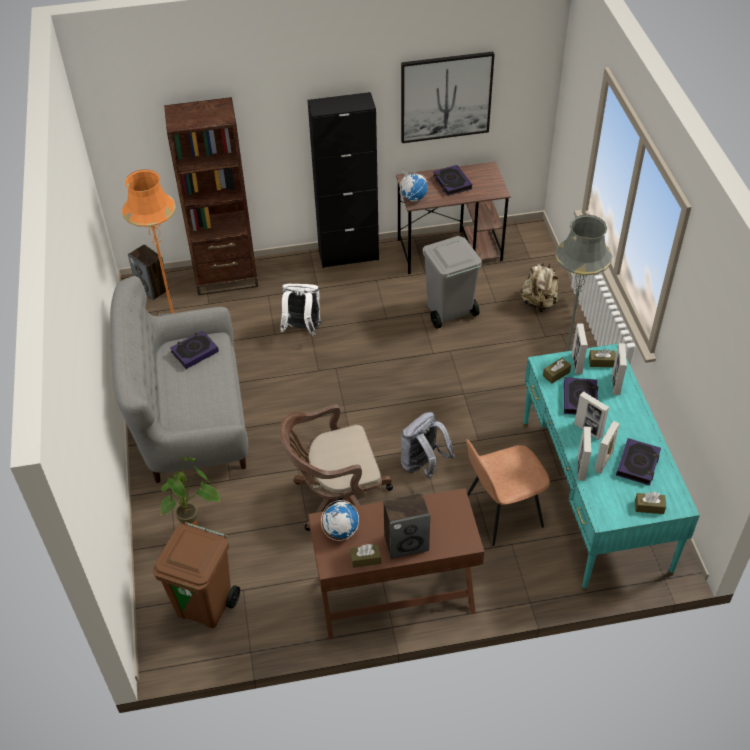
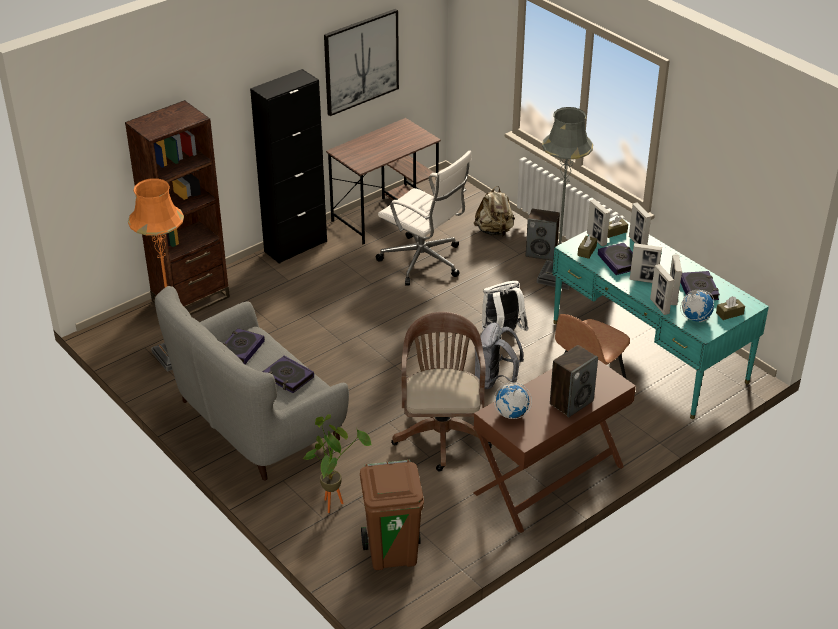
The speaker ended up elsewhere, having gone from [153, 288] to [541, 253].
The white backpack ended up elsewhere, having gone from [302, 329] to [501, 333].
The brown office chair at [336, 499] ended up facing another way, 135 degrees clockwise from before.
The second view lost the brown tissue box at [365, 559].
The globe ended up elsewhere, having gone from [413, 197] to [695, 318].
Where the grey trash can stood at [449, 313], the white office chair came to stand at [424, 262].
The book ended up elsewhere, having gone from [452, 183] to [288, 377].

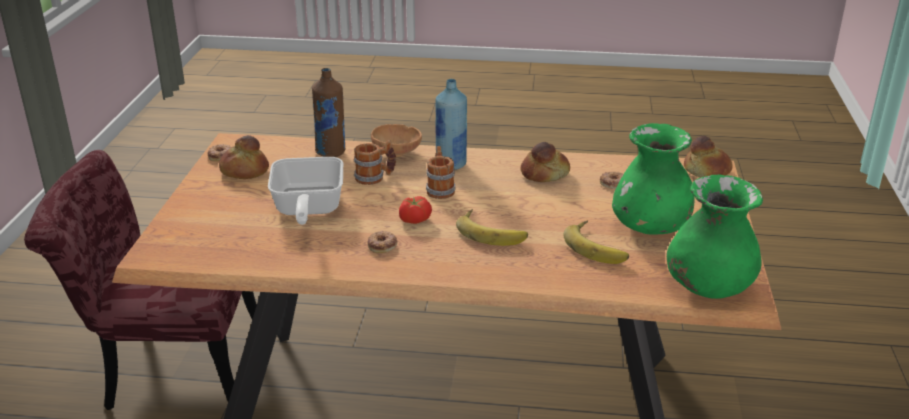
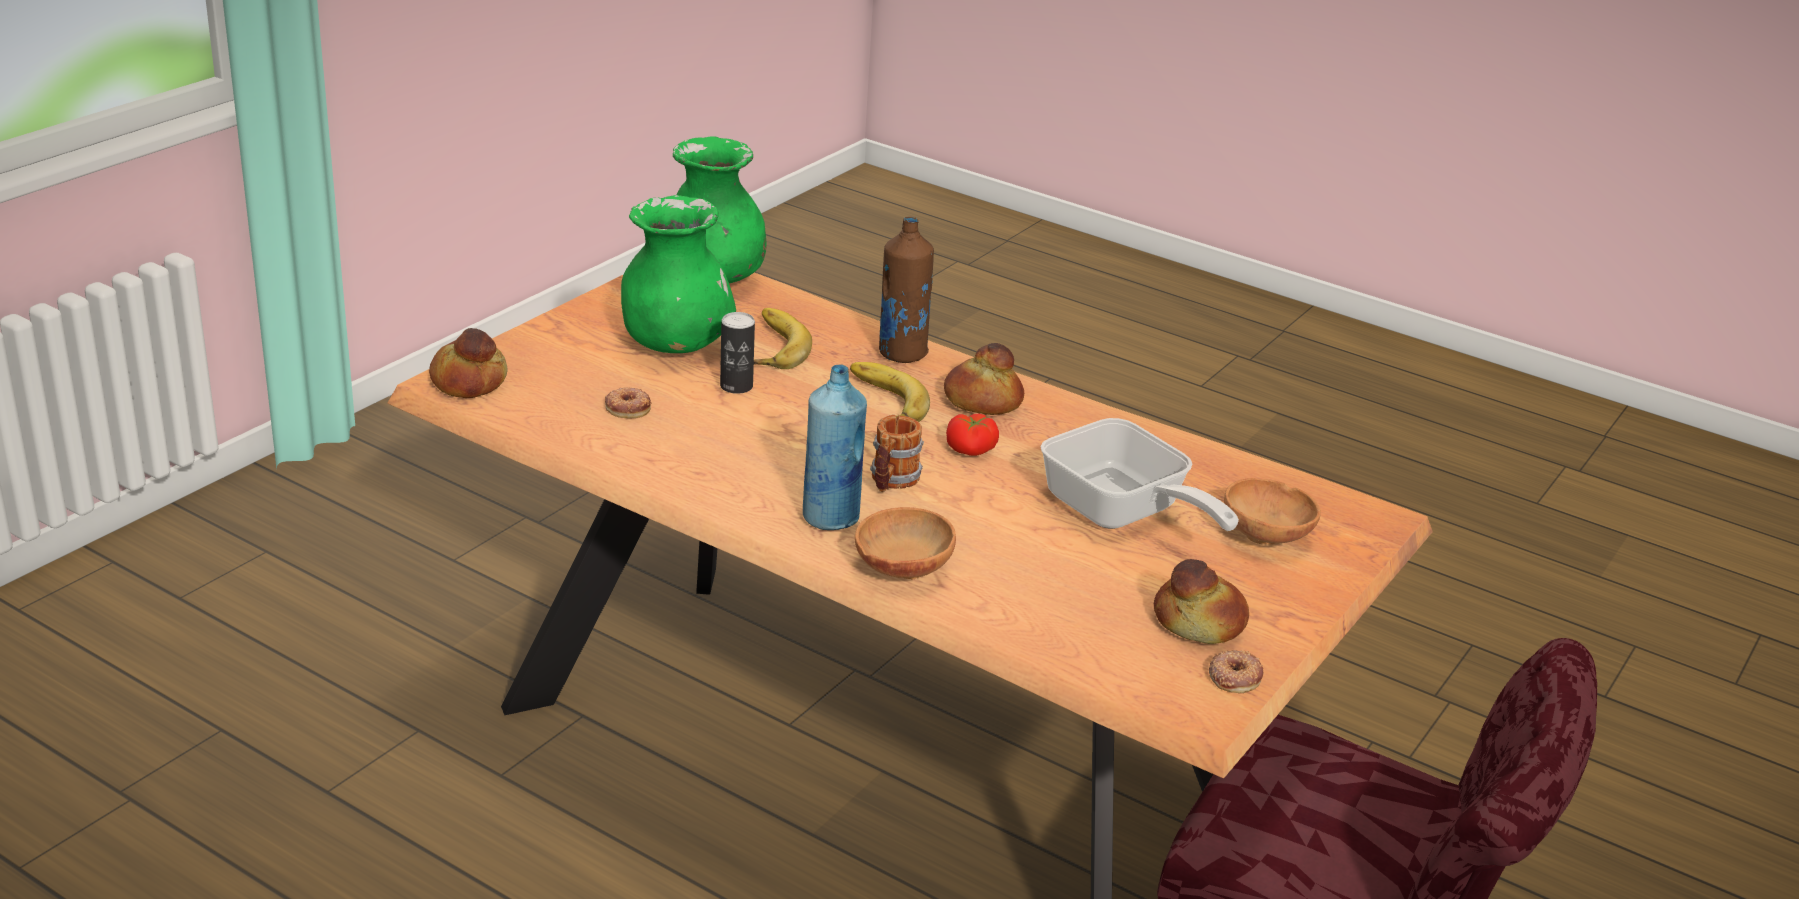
The frying pan at [307, 210] ended up facing another way, 120 degrees clockwise from before.
The brown bottle ended up elsewhere, having gone from [331, 152] to [902, 353].
The second view lost the mug at [375, 177].
The second view lost the donut at [382, 245].
The bread ended up elsewhere, having gone from [545, 174] to [982, 401].
The second view gained the can at [736, 386].
The second view gained the brown bowl at [1268, 537].

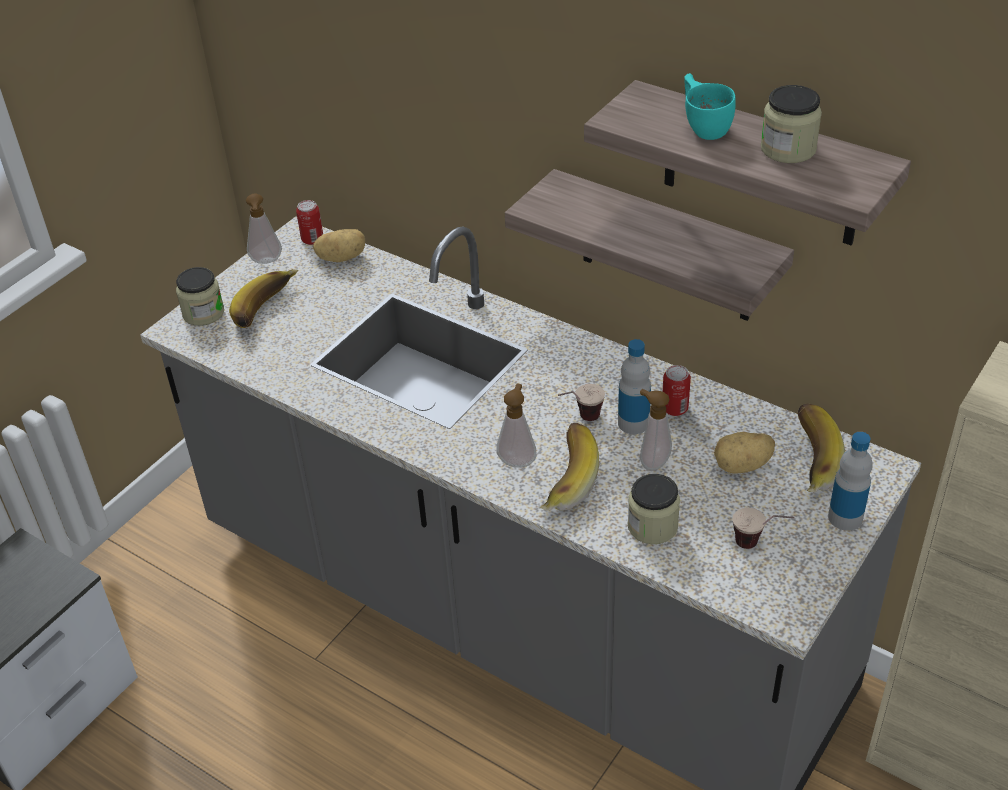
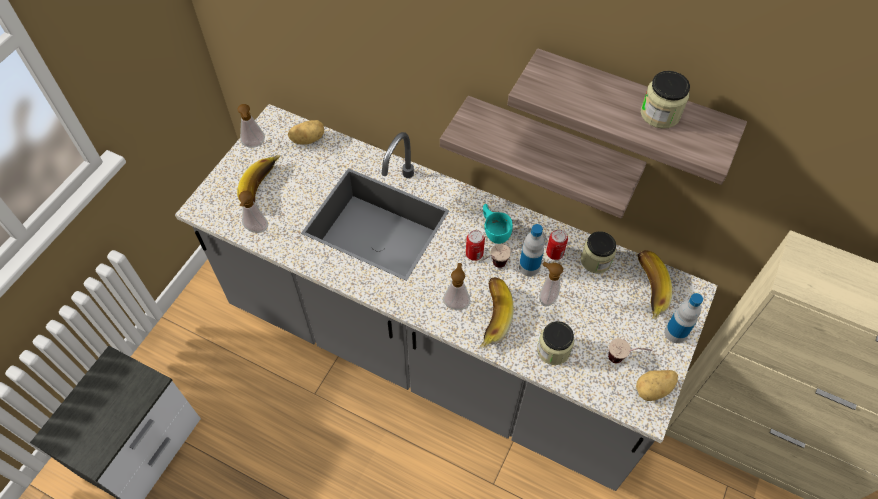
The jar ended up elsewhere, having gone from [203, 313] to [595, 260].
The can ended up elsewhere, having gone from [312, 239] to [474, 254].
The turquoise cup ended up elsewhere, having gone from [704, 125] to [494, 231].
The potato ended up elsewhere, having gone from [742, 466] to [653, 390].
The second view gained the soap dispenser at [256, 230].

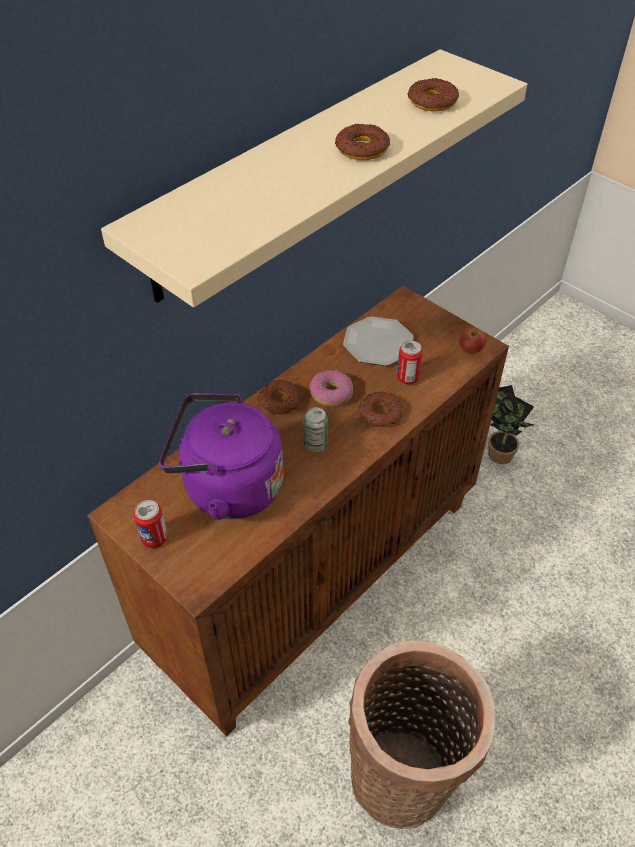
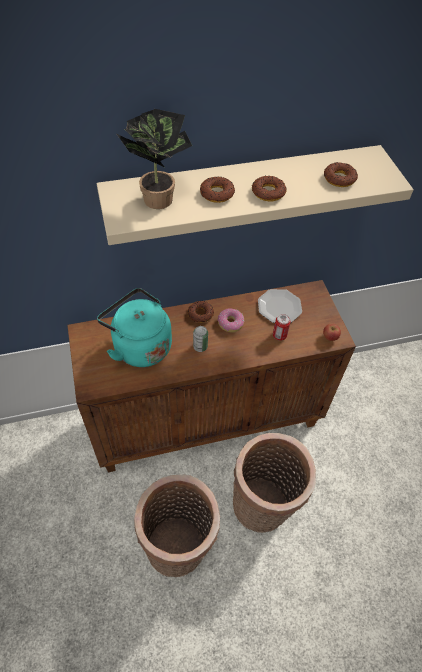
The second view lost the can at [154, 538].
What was the purple kettle at [227, 487] turned into the turquoise kettle at [139, 346].
The donut ended up elsewhere, having gone from [380, 414] to [216, 193].
The potted plant ended up elsewhere, having gone from [497, 452] to [158, 196].
The second view gained the basket at [263, 507].

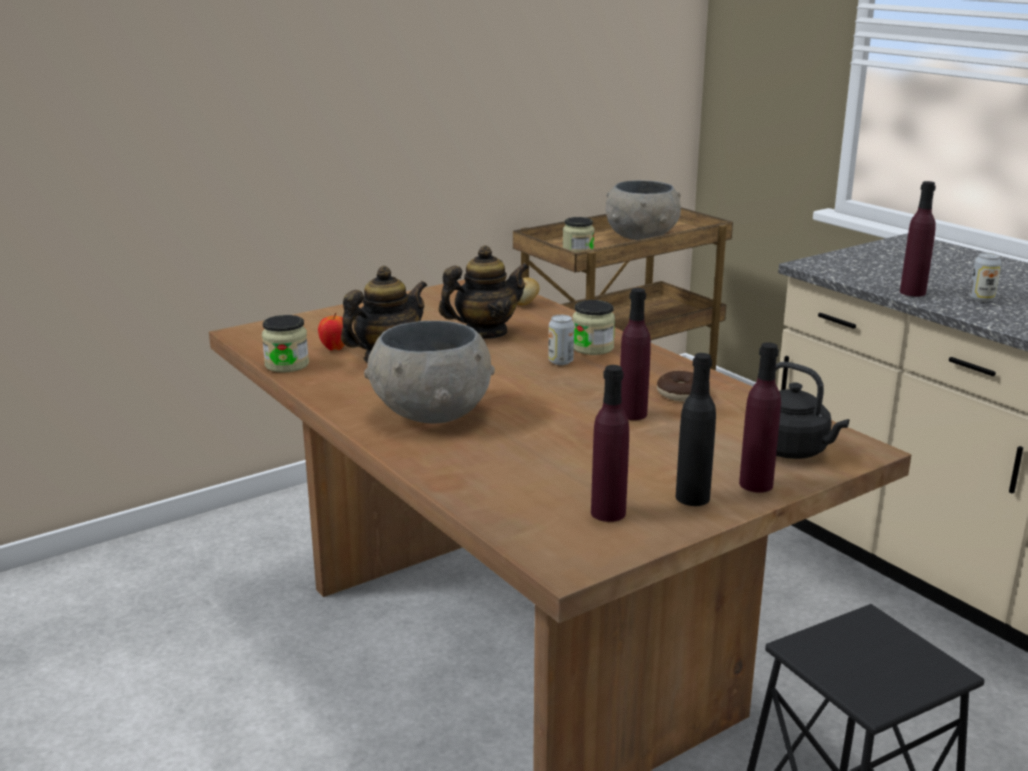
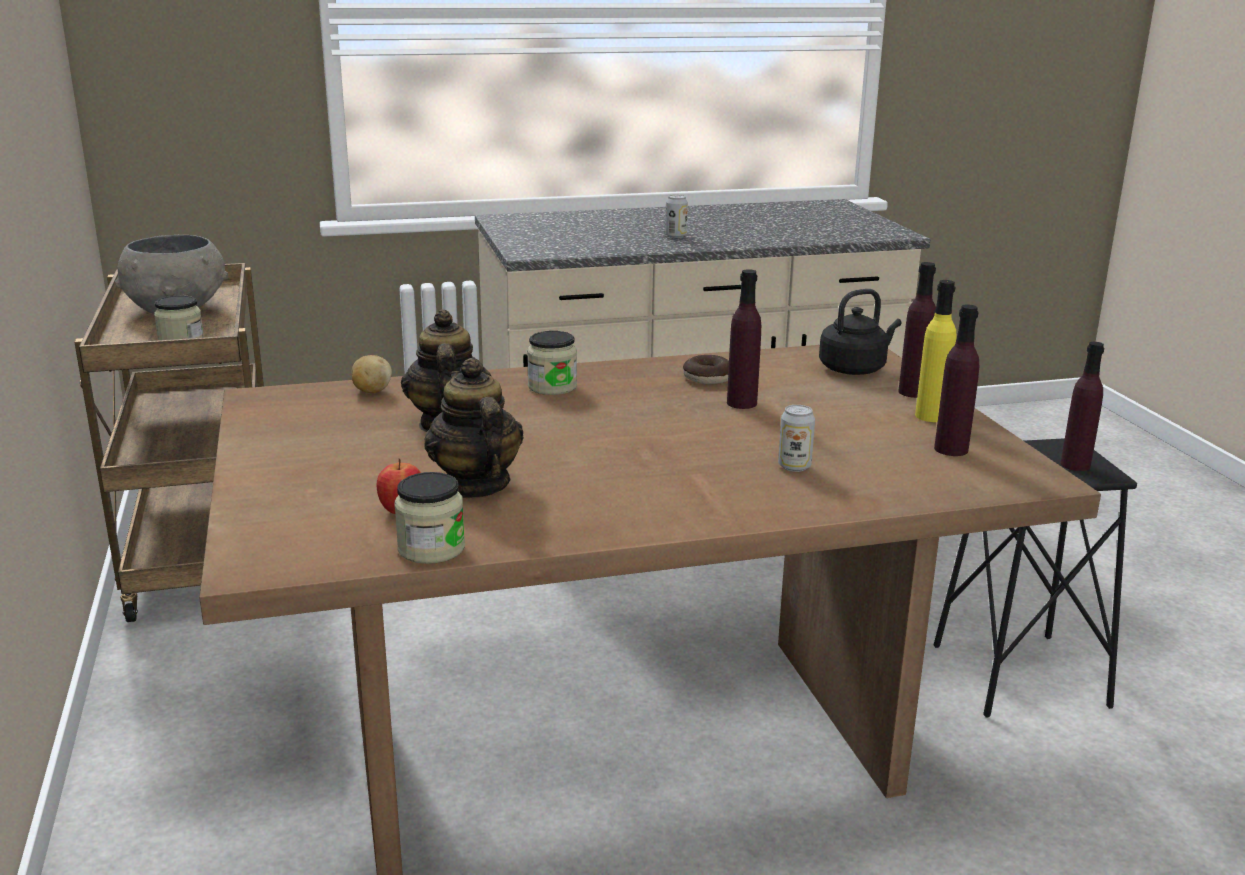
The second view lost the grey bowl at [431, 413].
The can ended up elsewhere, having gone from [560, 361] to [794, 466].
What was the black bottle at [692, 497] turned into the yellow bottle at [930, 416].
The purple bottle ended up elsewhere, having gone from [912, 292] to [1075, 465].

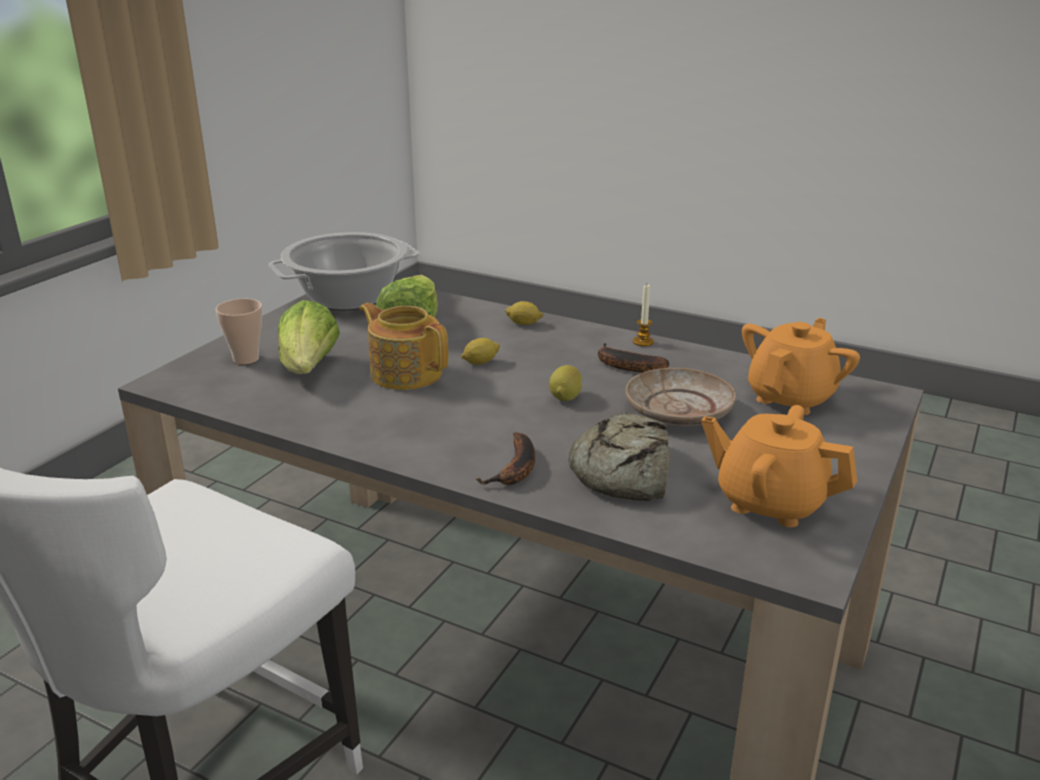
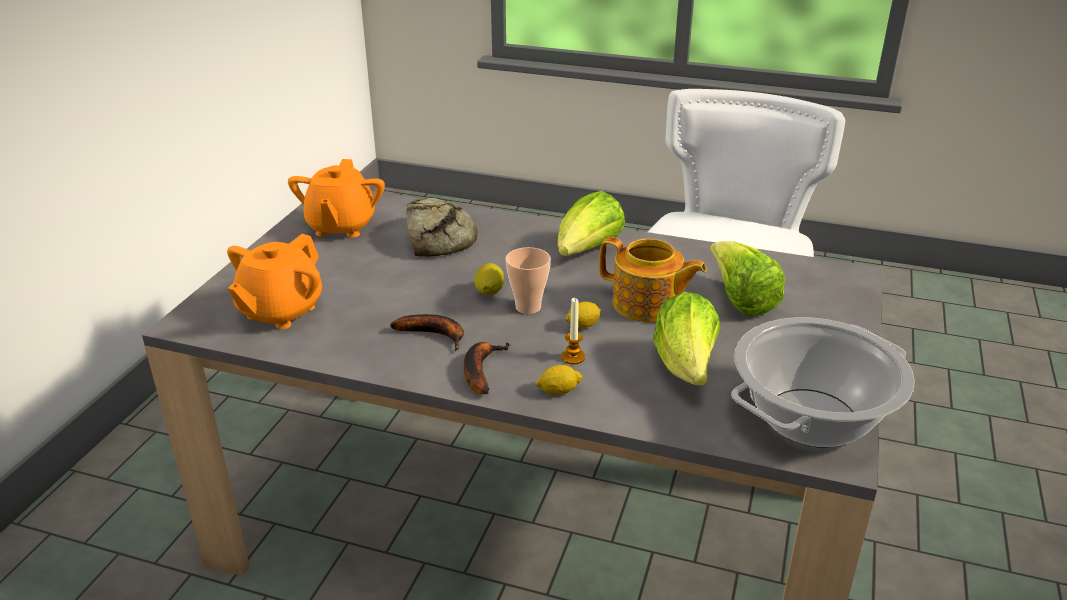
The cup ended up elsewhere, having gone from [246, 359] to [528, 307].
The banana ended up elsewhere, having gone from [516, 470] to [480, 370].
The second view lost the beige plate at [678, 411].
The candle ended up elsewhere, having gone from [643, 342] to [573, 357].
The orange teapot at [770, 502] ended up facing another way, 75 degrees clockwise from before.
The second view gained the lettuce at [587, 252].

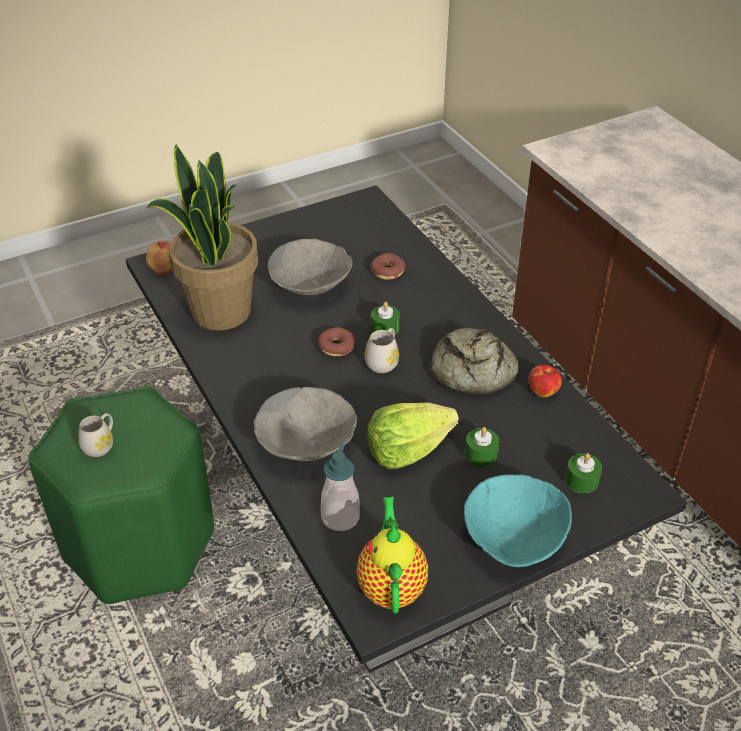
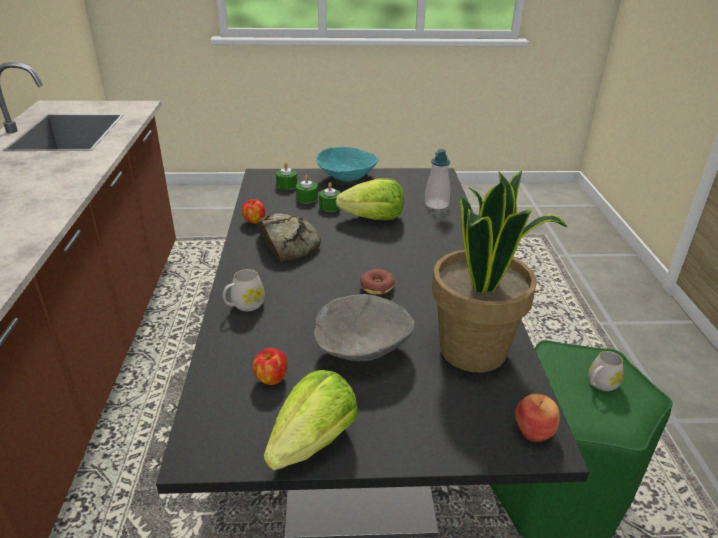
The second view lost the grey bowl at [308, 444].
The second view lost the teapot at [391, 585].
The white mug ended up elsewhere, having gone from [383, 361] to [244, 305].
The second view lost the donut at [388, 271].
The green candle ended up elsewhere, having gone from [385, 328] to [307, 198].
The second view gained the apple at [271, 379].
The second view gained the lettuce at [313, 442].

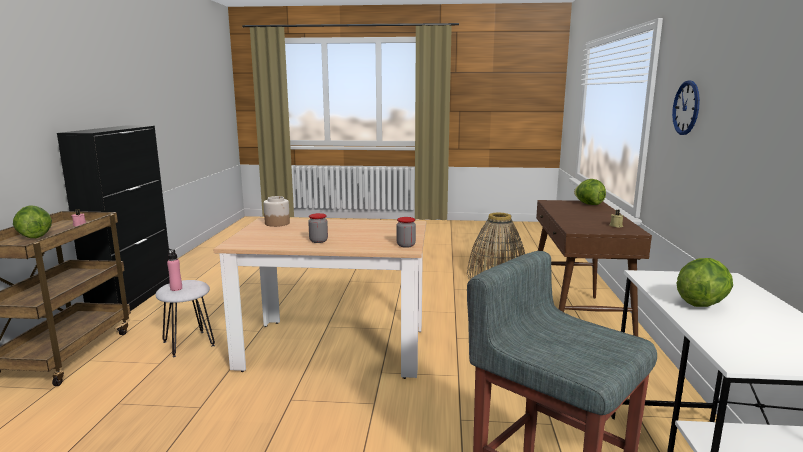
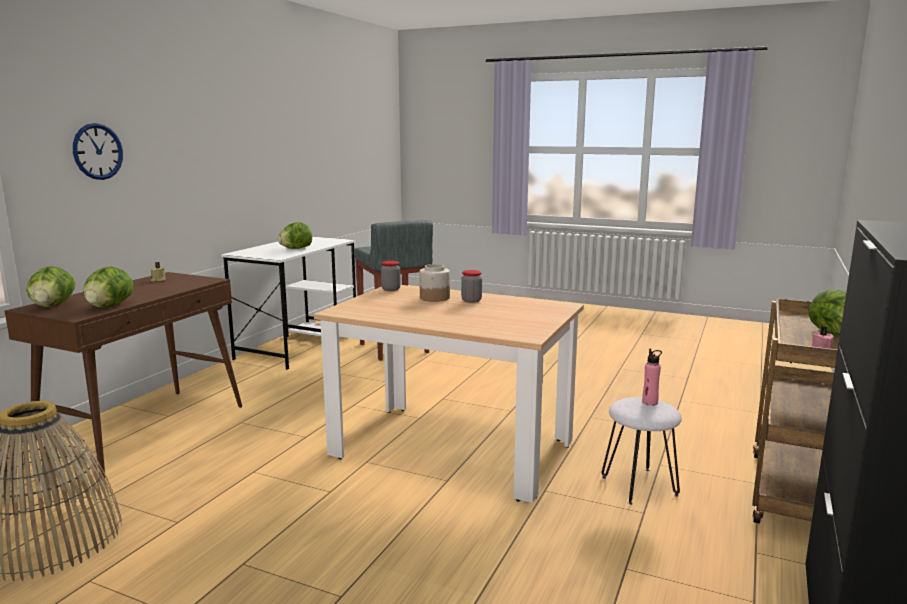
The jar ended up elsewhere, having gone from [277, 223] to [434, 298].
The second view gained the lettuce at [109, 306].

